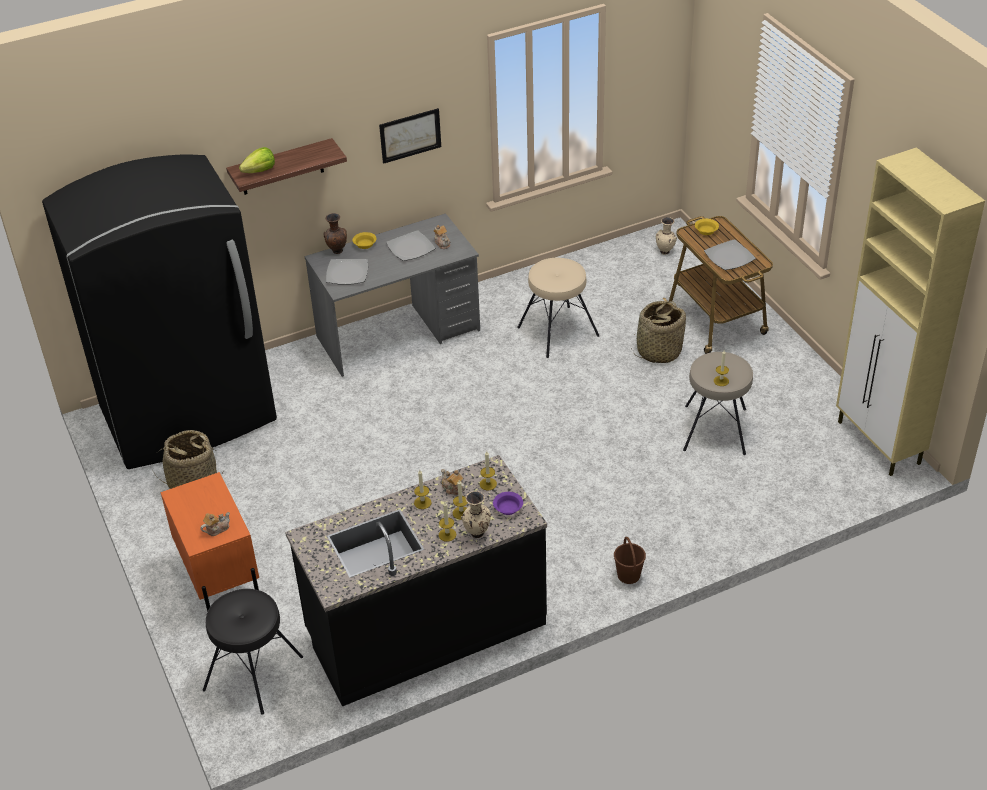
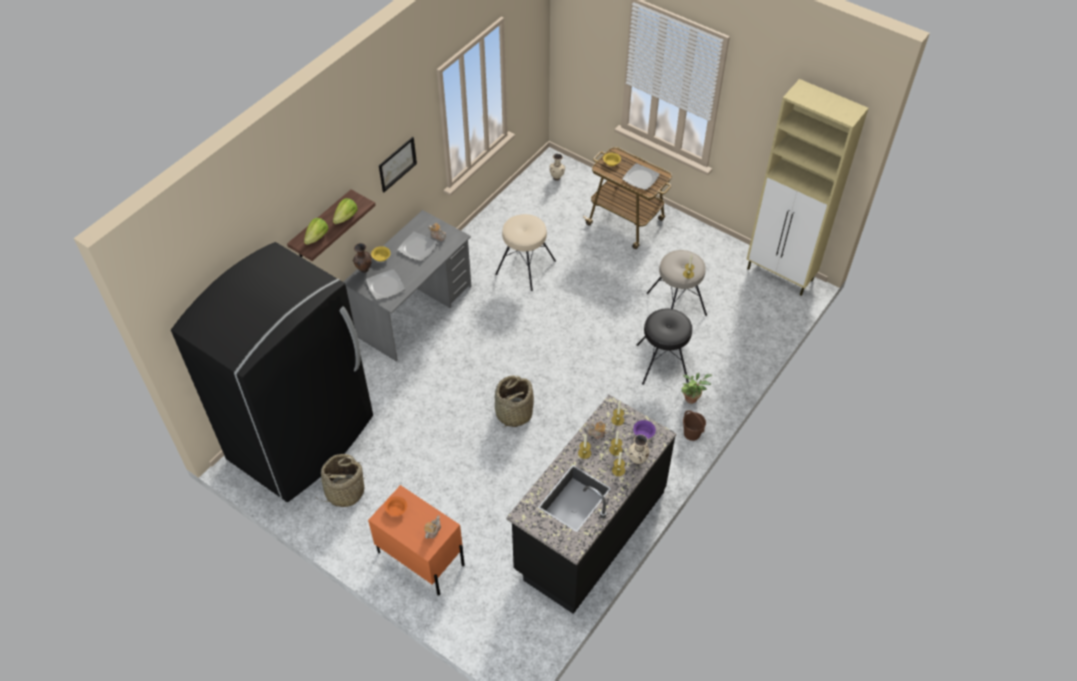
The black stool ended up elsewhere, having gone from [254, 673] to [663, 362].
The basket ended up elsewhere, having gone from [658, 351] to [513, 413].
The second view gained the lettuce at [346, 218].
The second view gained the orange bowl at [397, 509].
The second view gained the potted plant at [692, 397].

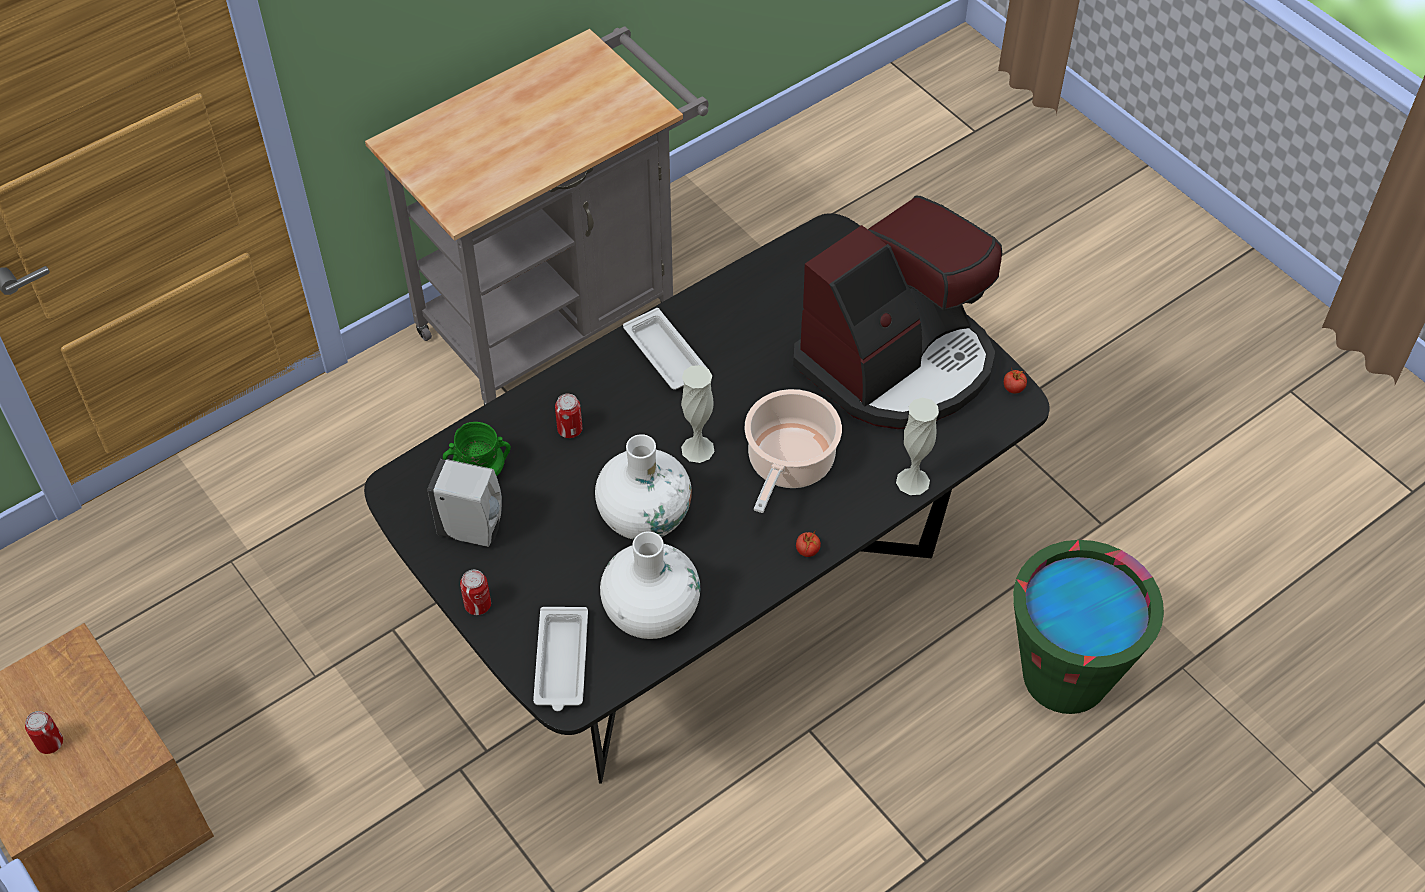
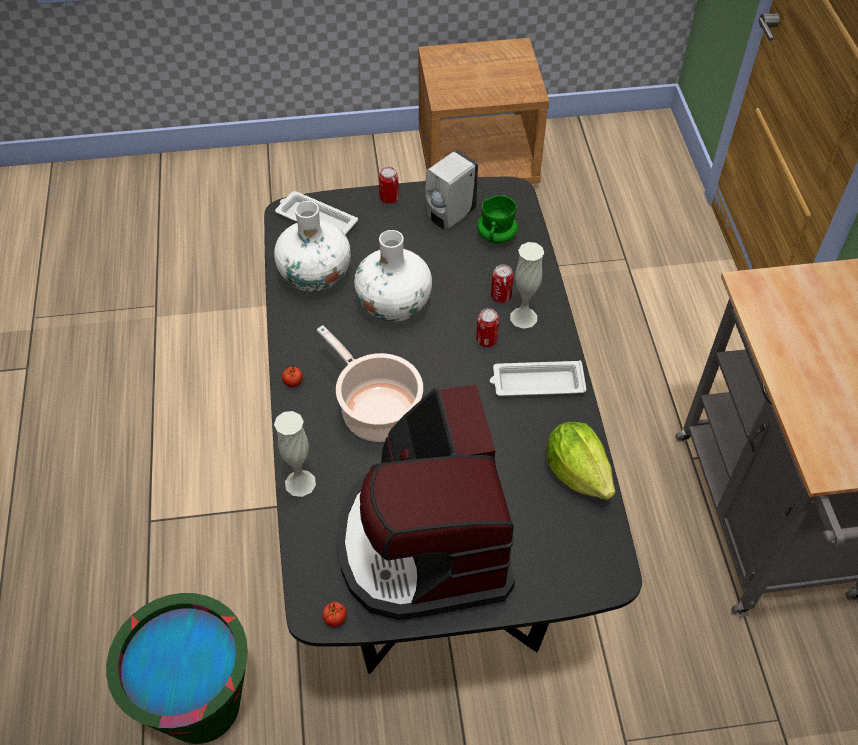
The can ended up elsewhere, having gone from [50, 743] to [486, 340].
The white vase ended up elsewhere, having gone from [697, 449] to [523, 317].
The second view gained the lettuce at [577, 472].

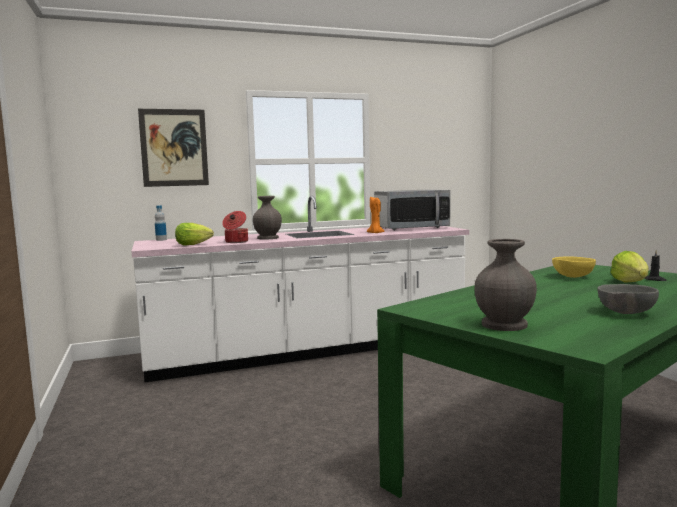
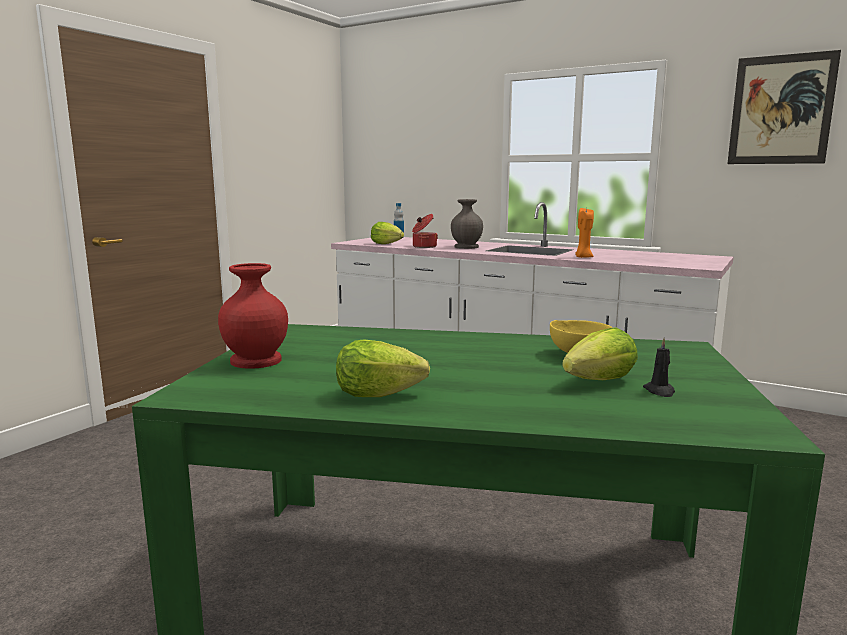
The picture ended up elsewhere, having gone from [174, 148] to [781, 110].
The second view lost the microwave at [411, 228].
What was the grey vase at [503, 325] turned into the red vase at [255, 360].
Where the grey bowl stood at [625, 313], the lettuce came to stand at [377, 394].

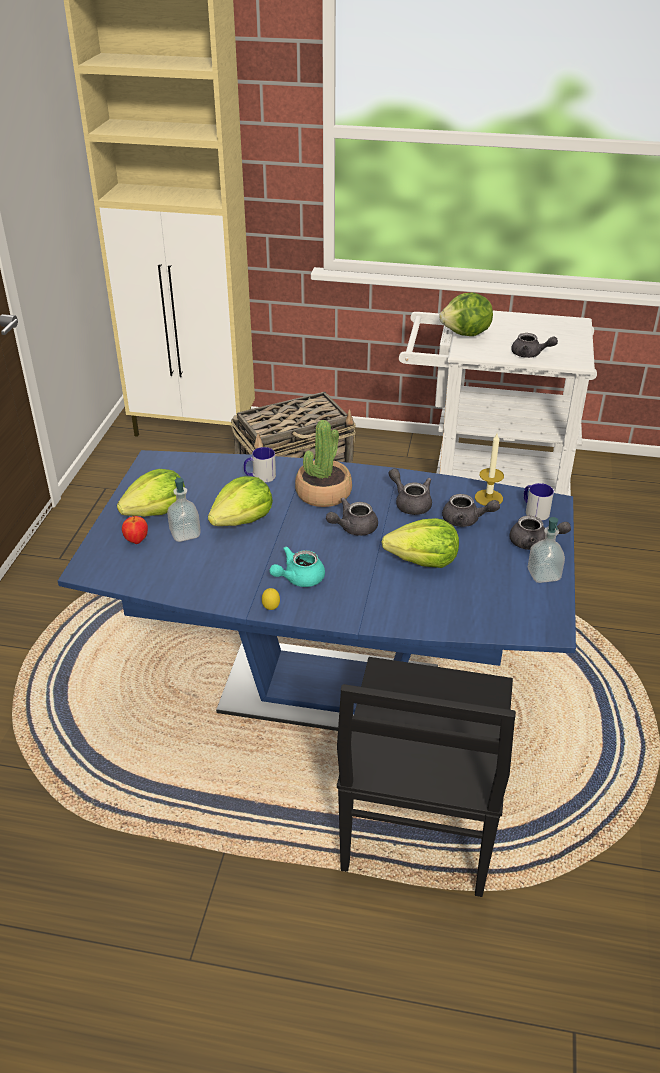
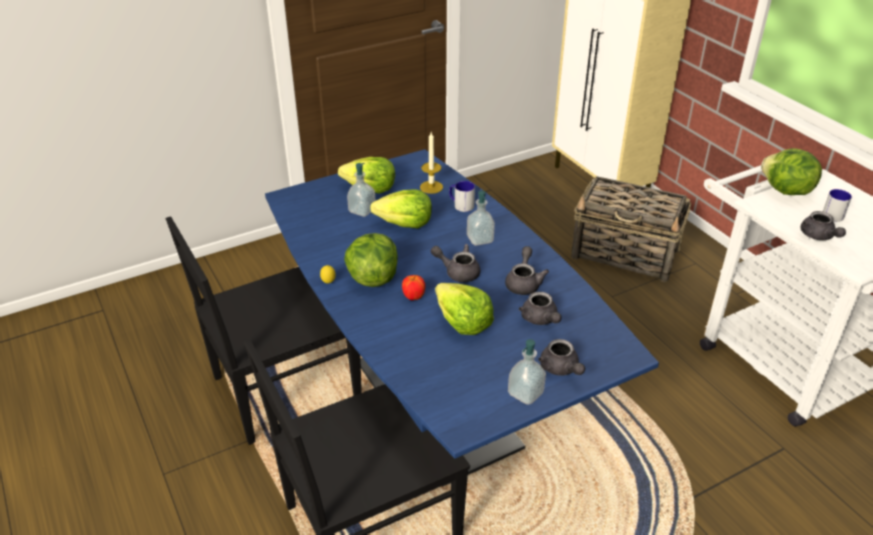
The apple ended up elsewhere, having gone from [136, 541] to [413, 297].
Where the turquoise teapot stood at [298, 578], the lettuce came to stand at [373, 278].
Where the potted plant stood at [323, 493], the soap dispenser came to stand at [480, 239].
The candle ended up elsewhere, having gone from [488, 498] to [431, 187].
The mug ended up elsewhere, having gone from [534, 511] to [832, 213].
The second view gained the black chair at [282, 389].

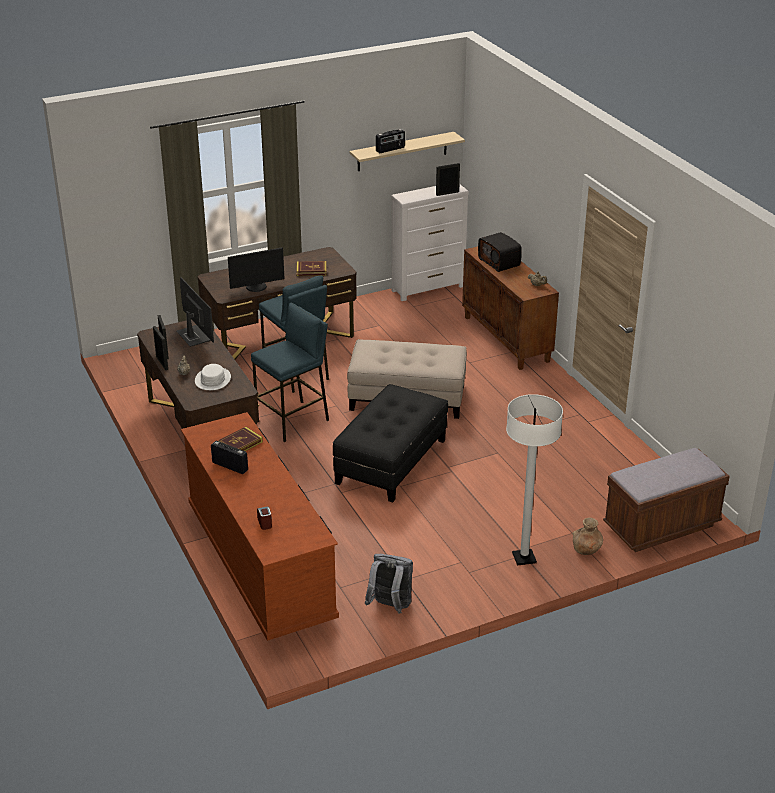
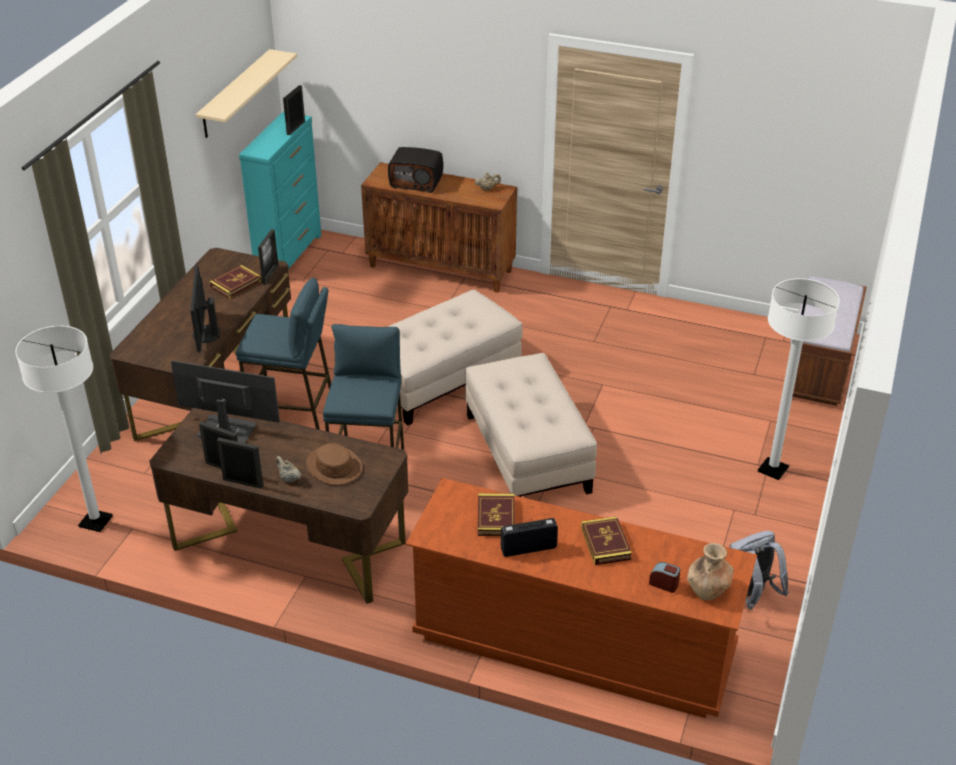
What was the white hat at [213, 379] turned into the brown hat at [334, 466].
The monitor at [256, 287] ended up facing another way, 150 degrees clockwise from before.
What was the black ottoman at [391, 462] turned into the beige ottoman at [528, 452].
The second view lost the radio at [390, 149].
What was the white dresser at [428, 288] turned into the turquoise dresser at [289, 254].
The brown vase ended up elsewhere, having gone from [586, 549] to [708, 589].
The second view gained the white floor lamp at [96, 521].
The second view gained the picture frame at [270, 275].
The second view gained the book at [605, 543].

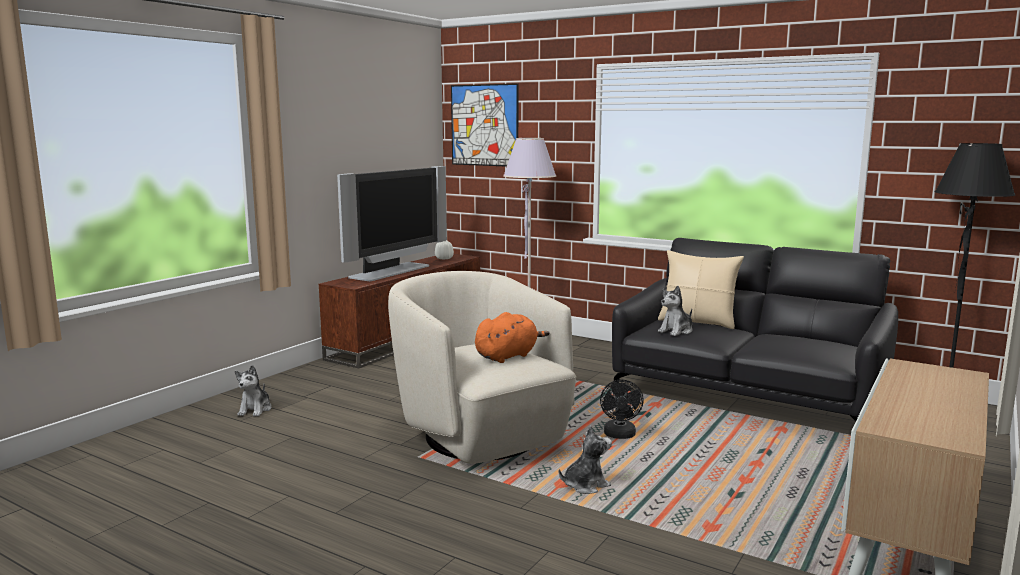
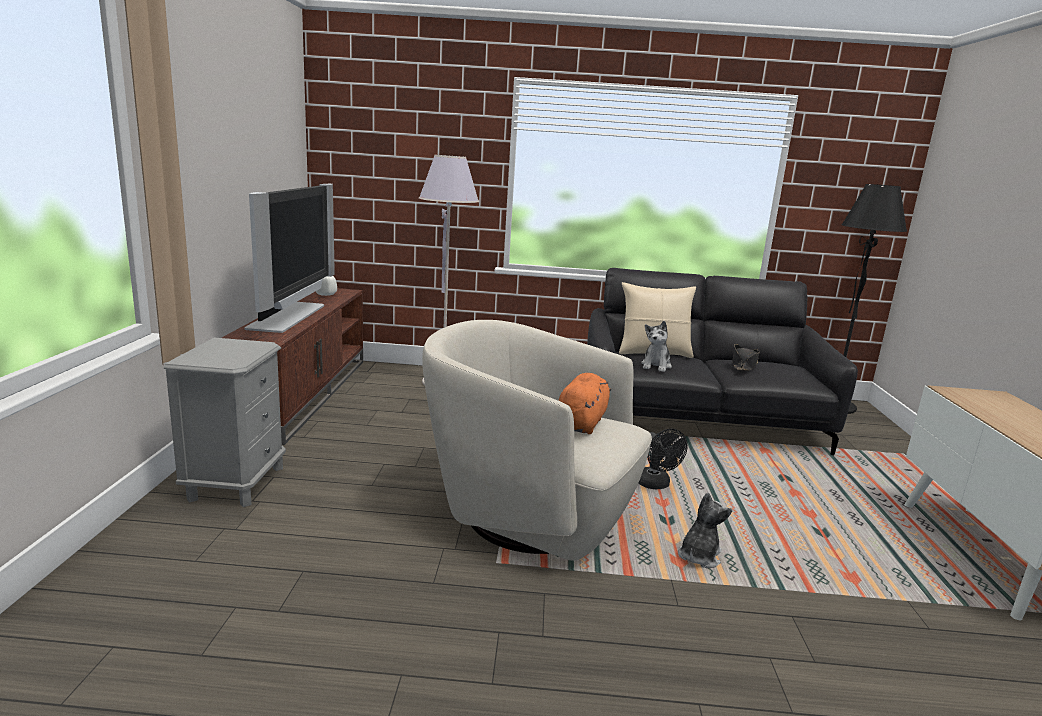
The second view lost the plush toy at [255, 410].
The second view lost the picture at [484, 125].
The second view gained the grey nightstand at [236, 483].
The second view gained the black hat at [743, 365].

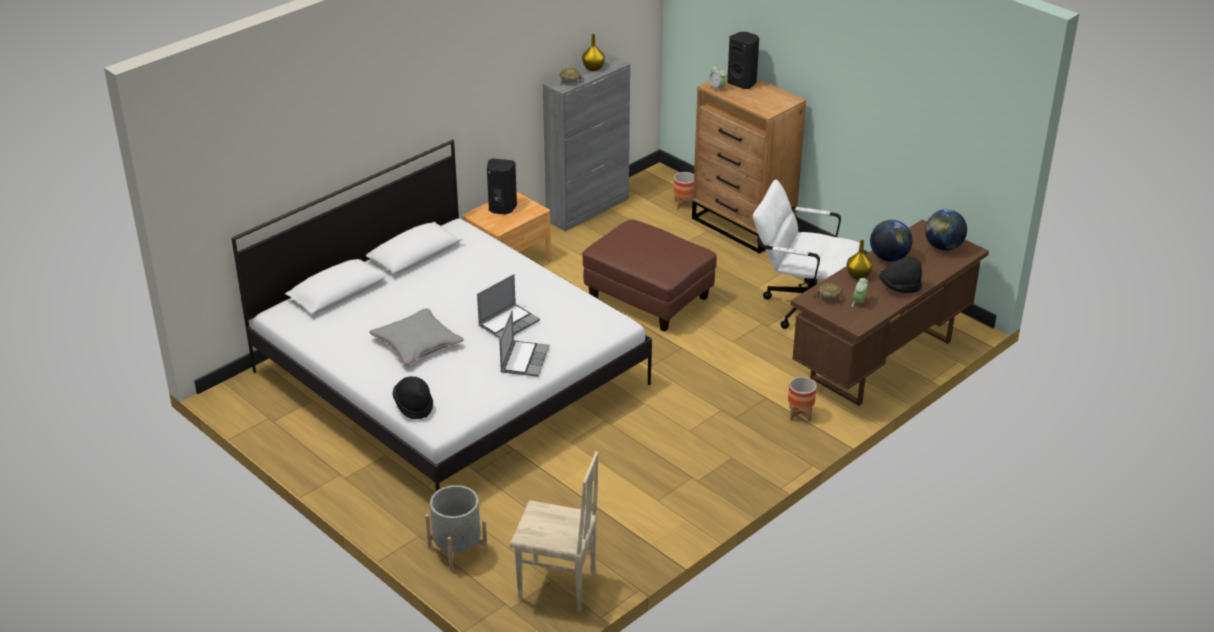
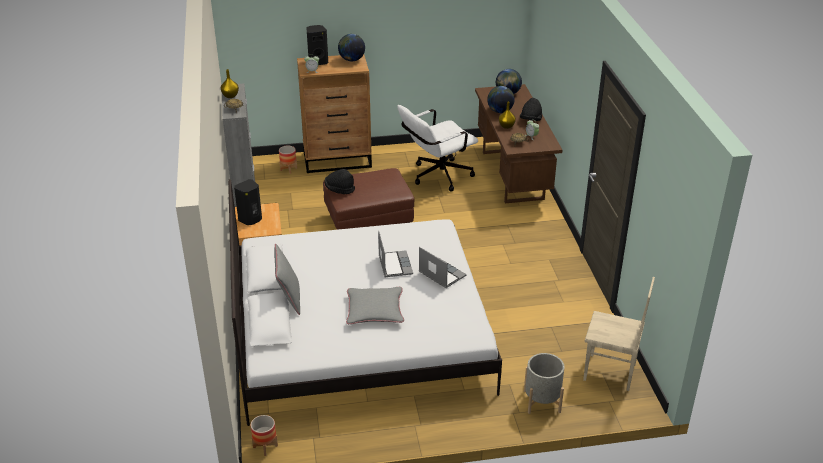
The black hat ended up elsewhere, having gone from [414, 405] to [339, 189].
The beige chair at [557, 586] ended up facing another way, 60 degrees clockwise from before.
The planter ended up elsewhere, having gone from [800, 414] to [265, 446].
The second view gained the grey pillow at [289, 299].
The second view gained the globe at [351, 60].

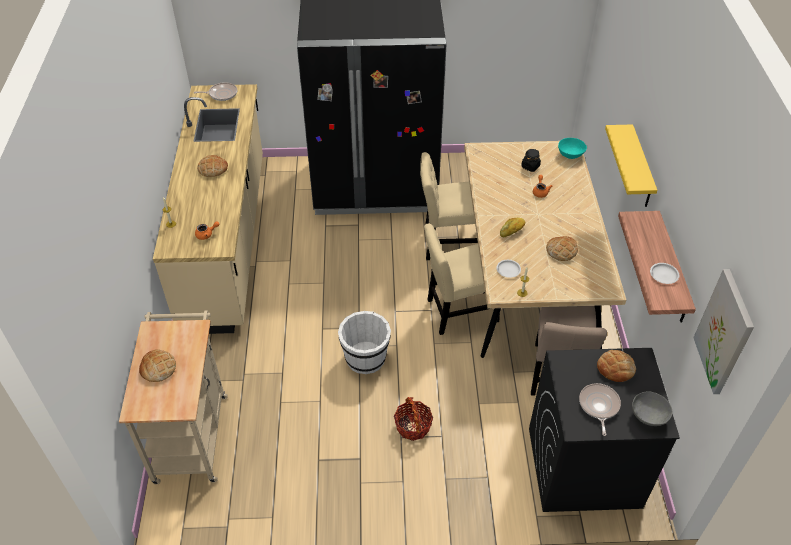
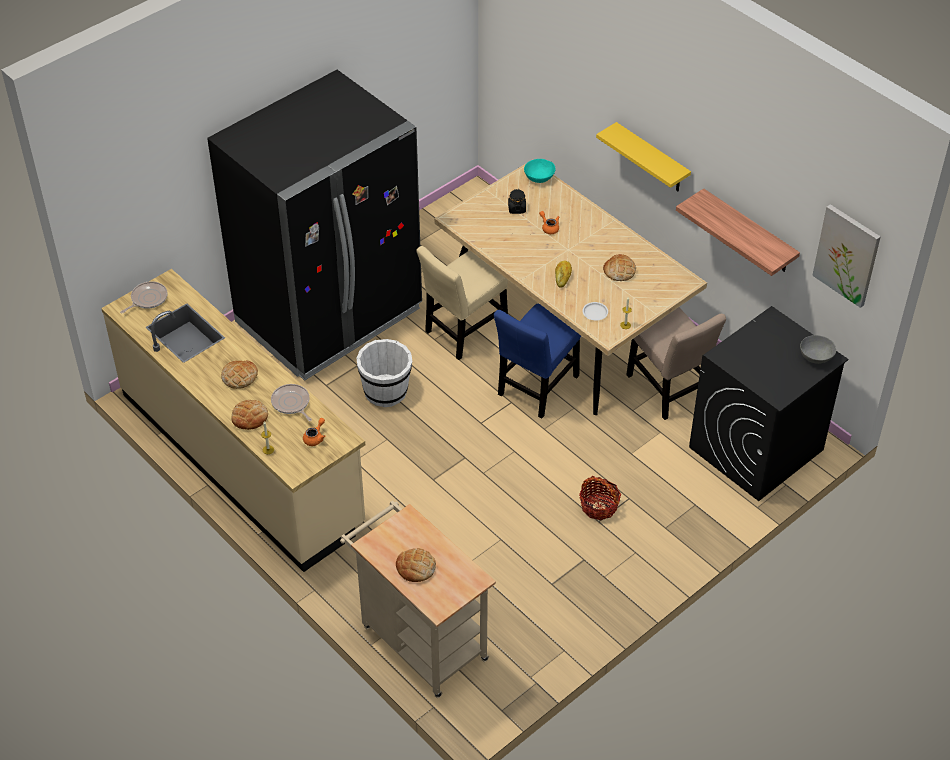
The white bucket ended up elsewhere, having gone from [365, 359] to [386, 392].
What was the beige chair at [458, 312] turned into the blue chair at [536, 388].
The frying pan ended up elsewhere, having gone from [598, 406] to [291, 403].
The bread ended up elsewhere, having gone from [615, 368] to [250, 417].
The second view lost the white plate at [663, 274].

